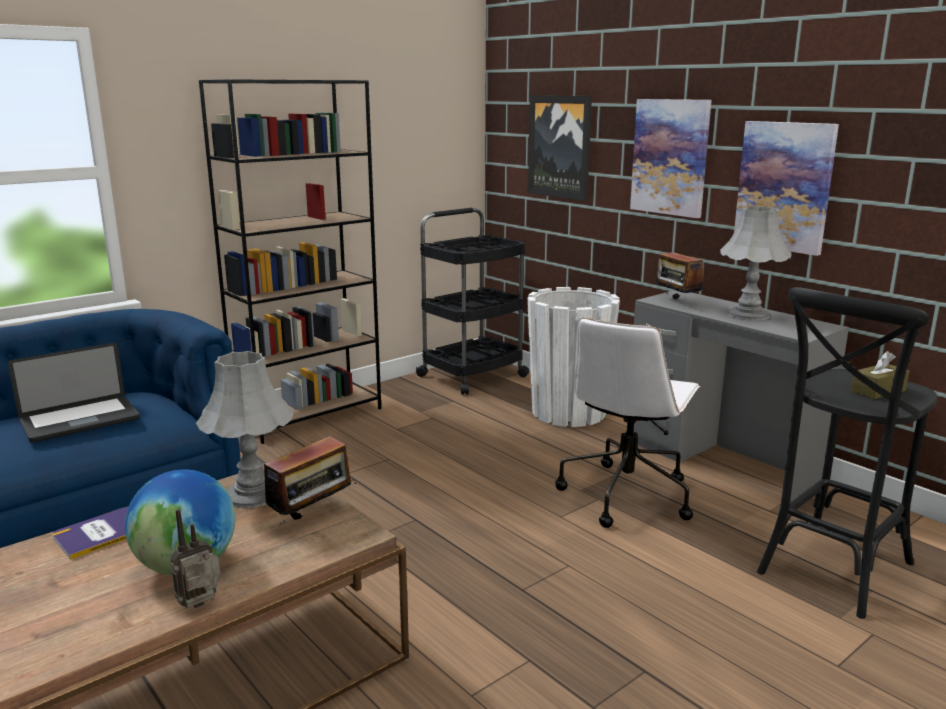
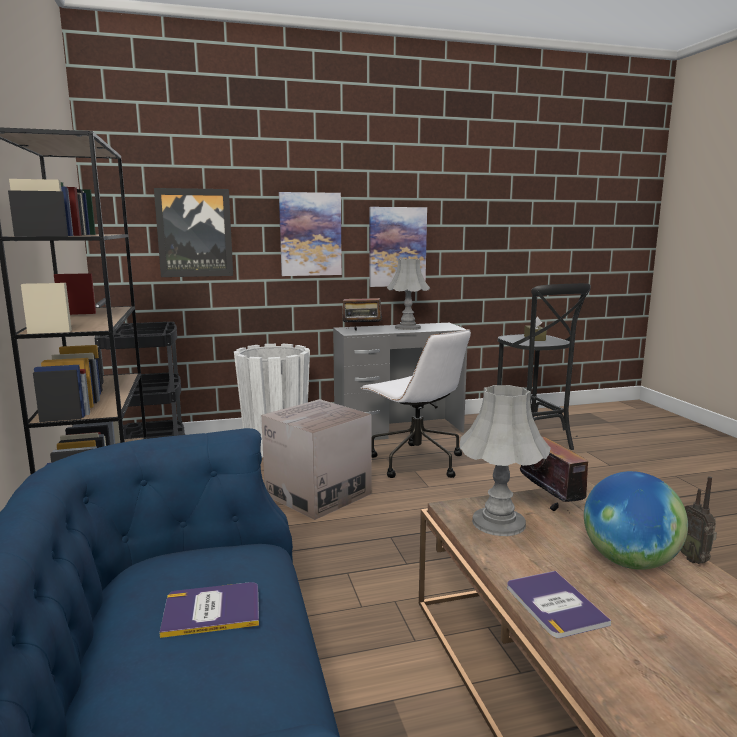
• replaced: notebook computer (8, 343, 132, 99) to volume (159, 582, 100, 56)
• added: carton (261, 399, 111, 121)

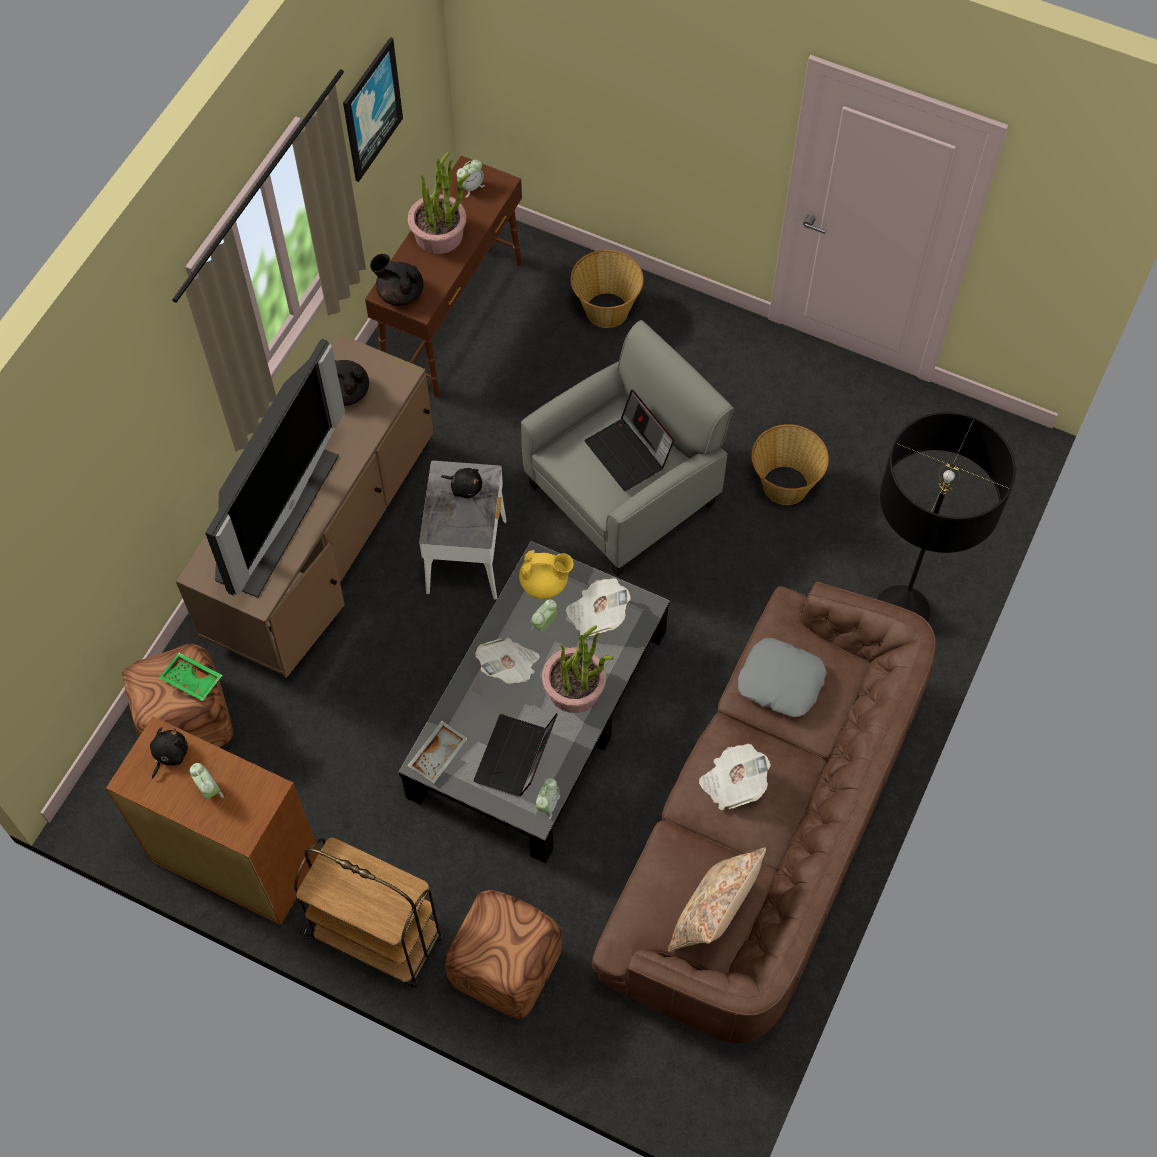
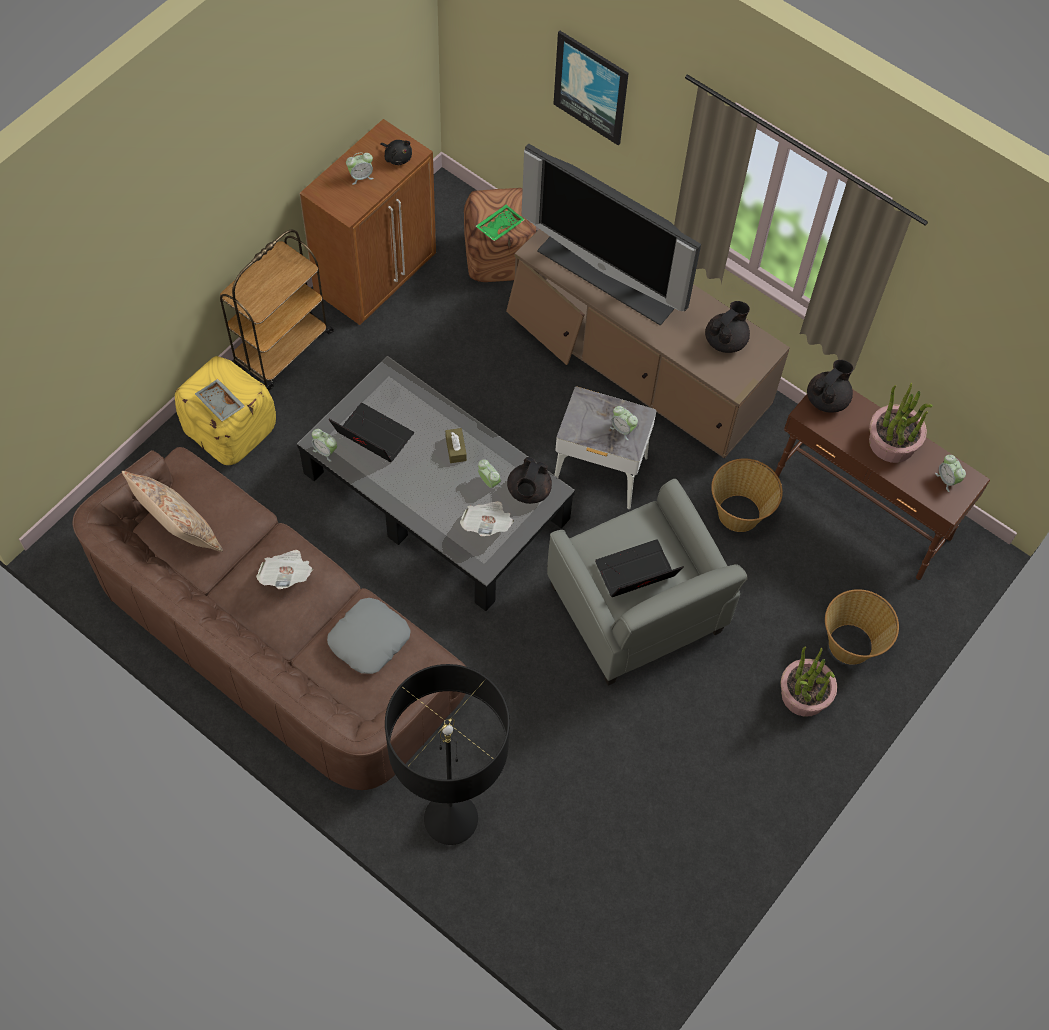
• moved: picture (343, 37, 60, 145) to (553, 31, 76, 114)
• moved: household basket (751, 424, 78, 81) to (711, 458, 72, 74)
• replaced: black cuddly toy (441, 468, 41, 30) to alarm clock (610, 406, 28, 34)
• recoloured: yellowish tea pot (519, 550, 55, 49) to black tea pot (507, 457, 45, 47)
• moved: plant in a pot (542, 625, 72, 88) to (781, 646, 56, 71)
• replaced: printed paper (475, 638, 65, 46) to brown box of tissues (445, 428, 22, 35)
• moved: greyish tray (407, 720, 61, 64) to (195, 379, 50, 43)
• recoloured: brown ottoman (445, 890, 118, 129) to yellowish ottoman (175, 356, 101, 109)

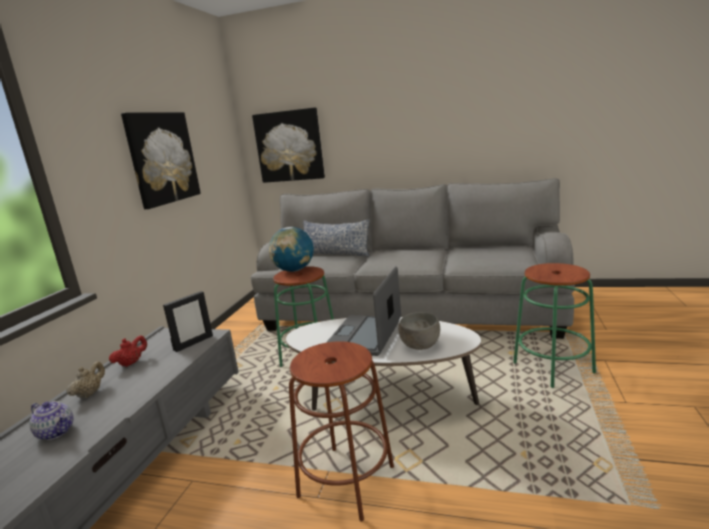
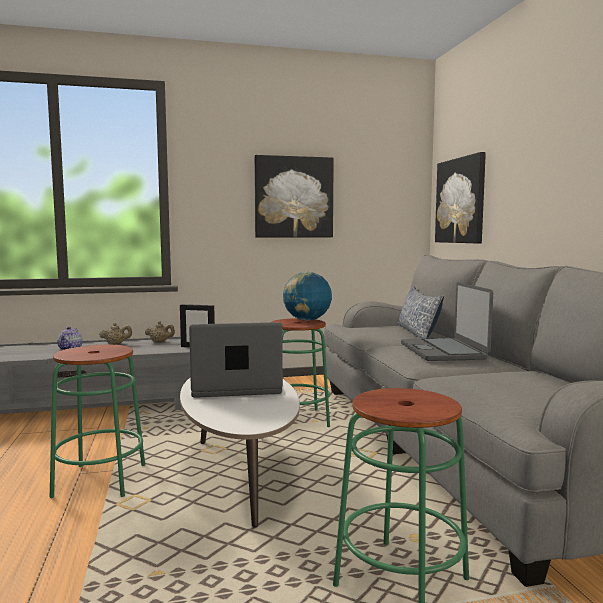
• removed: greyish deep dish (398, 312, 42, 38)
• recoloured: red-coloured tea pot (109, 335, 38, 32) to beige-coloured tea pot (145, 321, 30, 22)
• recoloured: brown stool seat (289, 341, 105, 181) to green stool seat (50, 345, 95, 153)
• added: notebook computer (401, 282, 92, 79)

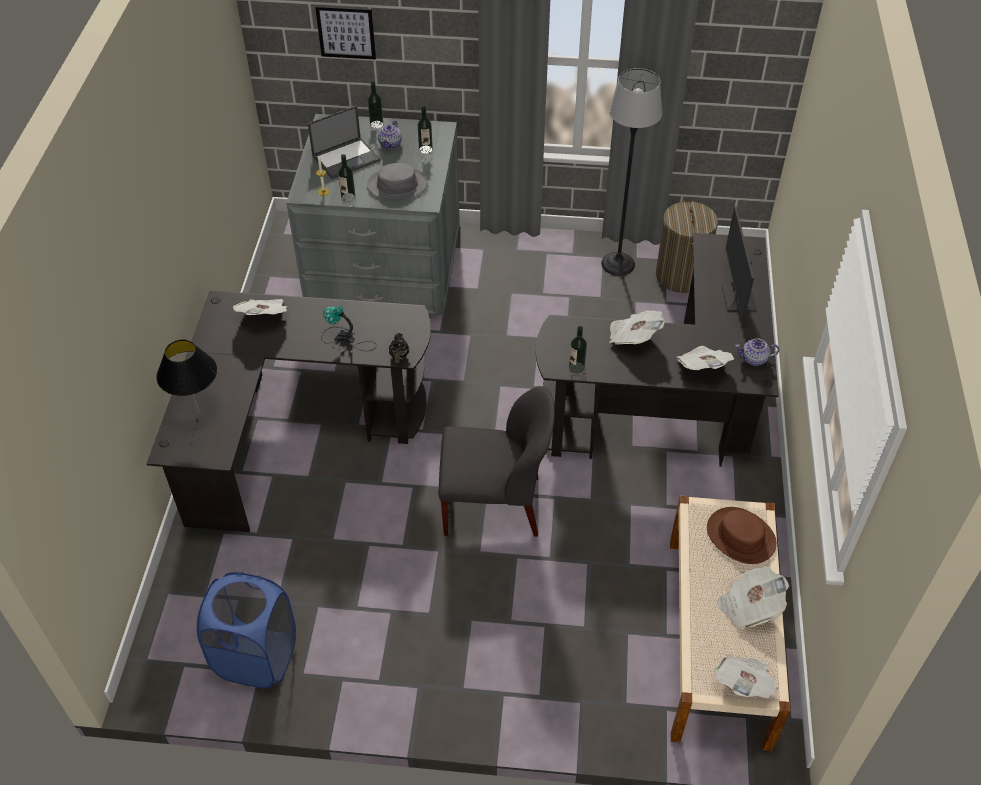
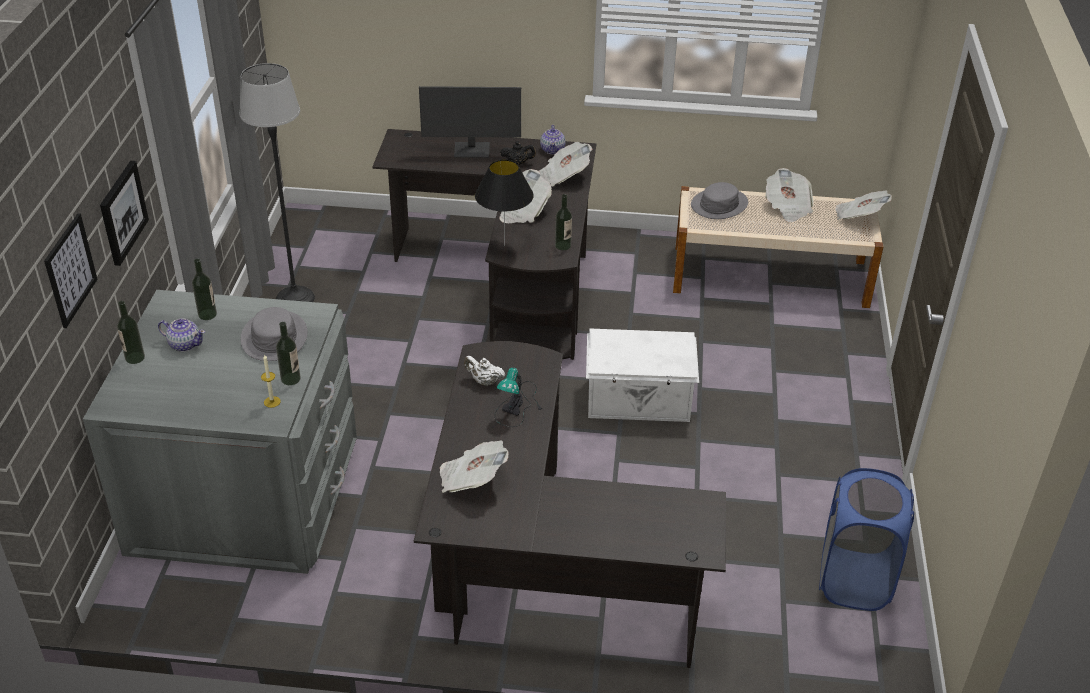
• removed: notebook computer (308, 106, 72, 73)
• removed: washing basket (656, 200, 62, 93)
• moved: black tea pot (389, 333, 20, 30) to (500, 141, 36, 24)
• moved: black lamp for a table (157, 340, 60, 72) to (475, 160, 59, 86)
• replaced: greyish chair (439, 386, 116, 151) to whitish storage box (586, 329, 113, 93)
• recoloured: brown hat (707, 507, 70, 57) to greyish hat (691, 182, 57, 37)
• added: picture (100, 161, 49, 105)
• added: whitish tea pot (464, 356, 41, 30)

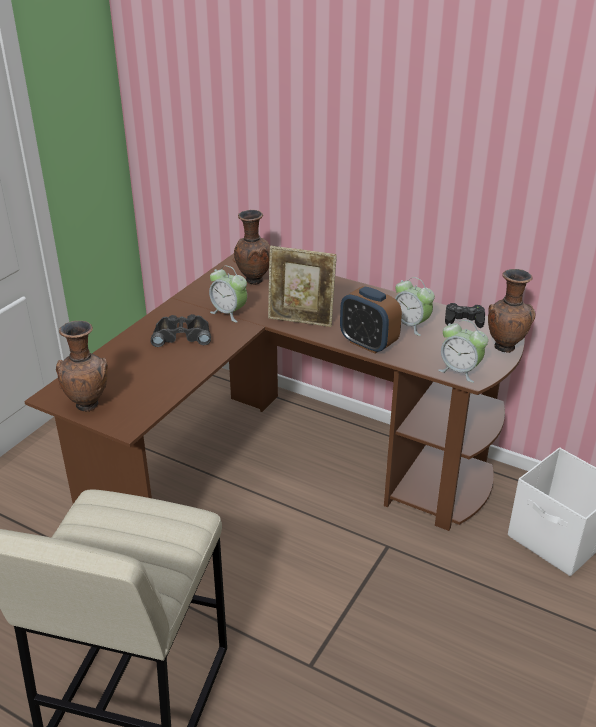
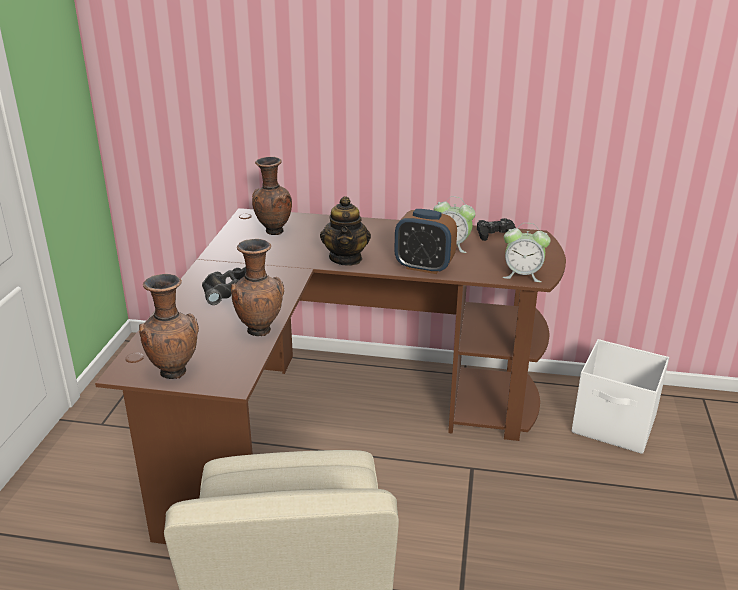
• replaced: standing frame (268, 246, 69, 81) to tea pot (320, 196, 51, 70)
• removed: alarm clock (209, 266, 38, 56)
• moved: brown vase (488, 269, 48, 84) to (231, 239, 53, 97)

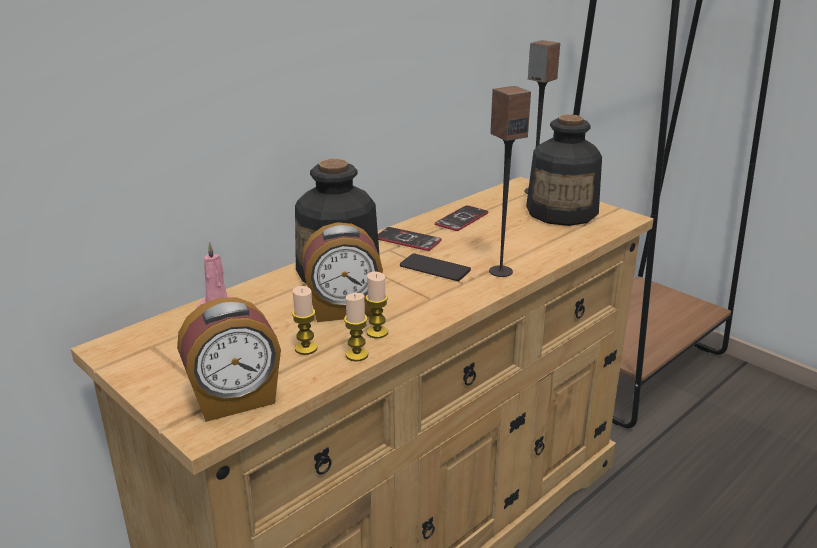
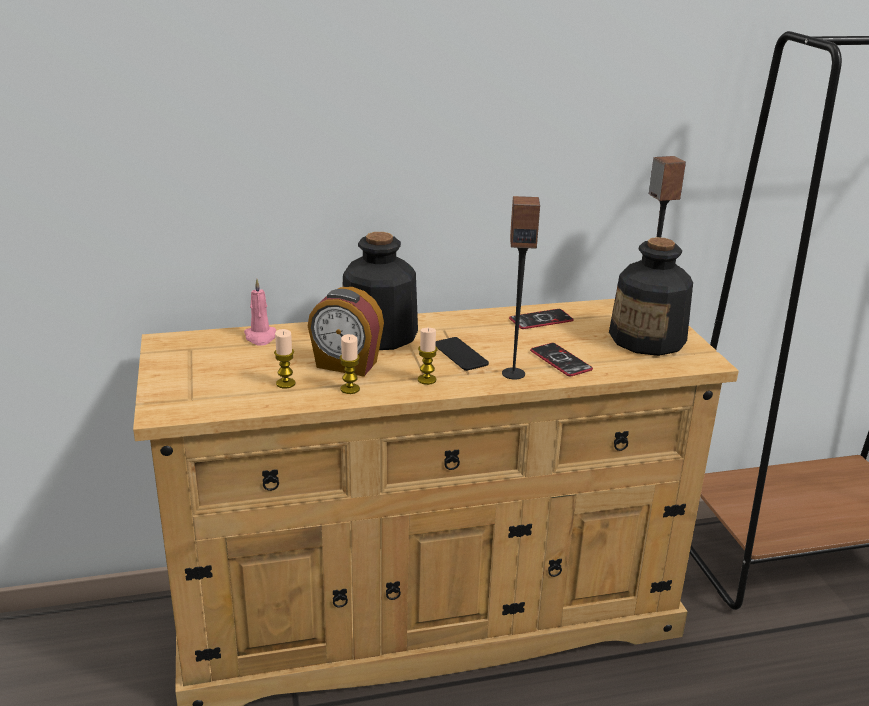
• moved: telephone (378, 227, 64, 24) to (530, 343, 63, 34)
• moved: candle (344, 293, 24, 69) to (418, 328, 20, 57)
• removed: alarm clock (177, 297, 104, 125)

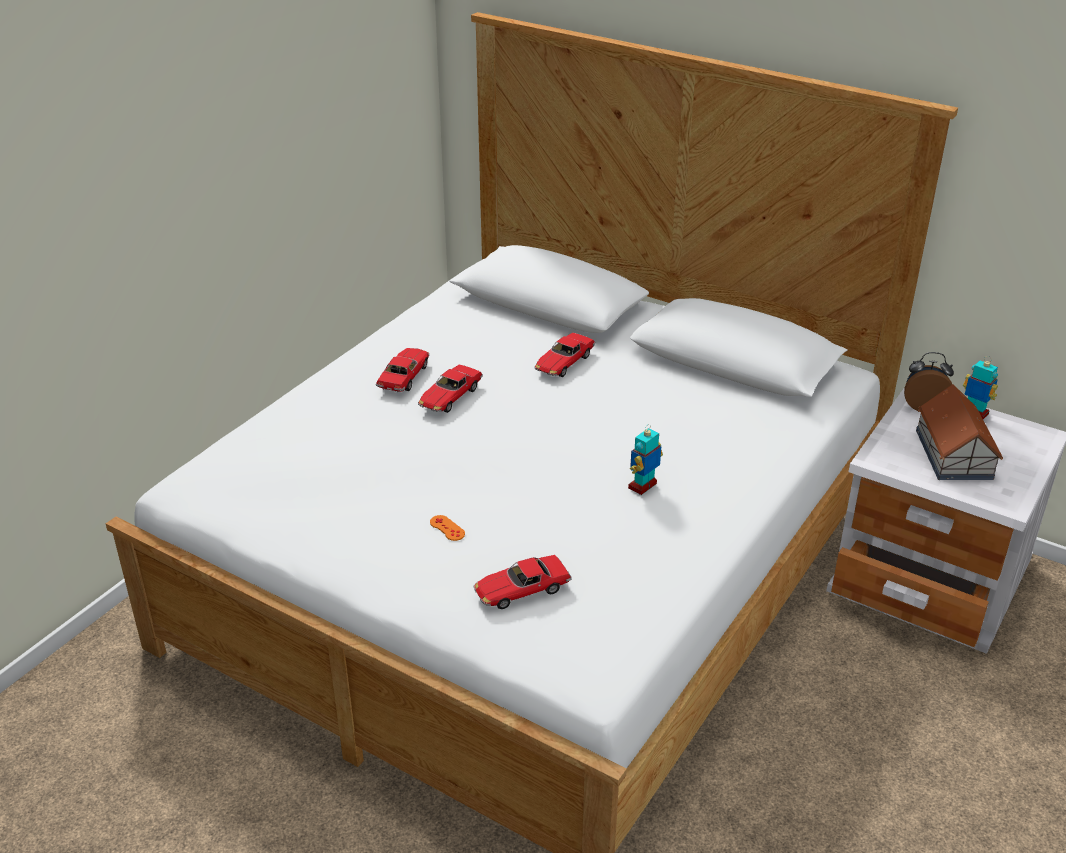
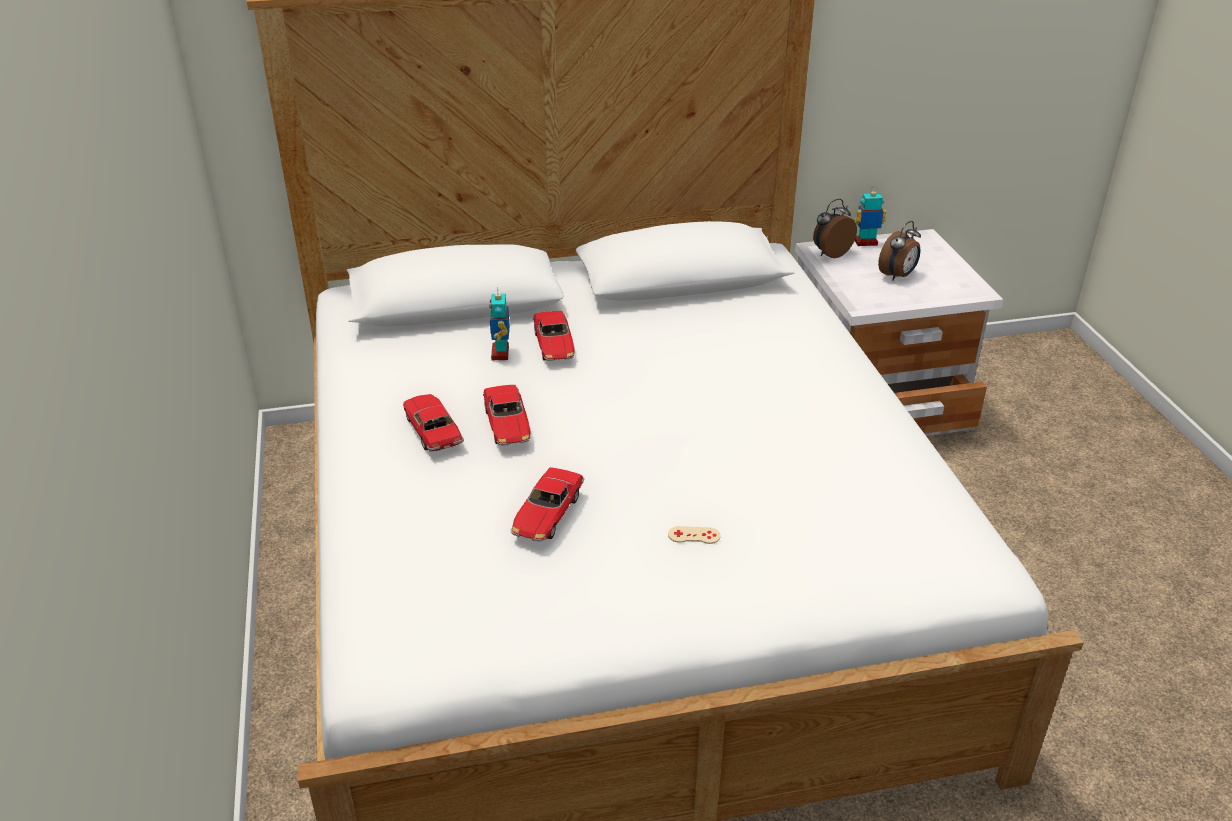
• replaced: toy house (916, 384, 87, 96) to alarm clock (878, 221, 43, 60)
• moved: toy robot (628, 424, 35, 71) to (489, 287, 21, 73)
• recoloured: orangey joypad (430, 515, 35, 26) to beige-coloured joypad (668, 526, 53, 18)
• moved: miniature car (474, 555, 98, 54) to (511, 467, 73, 74)

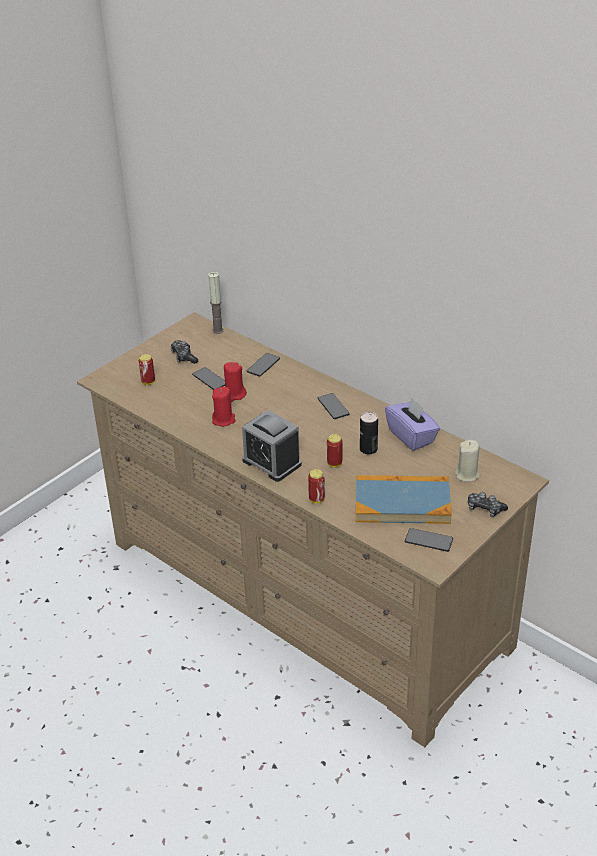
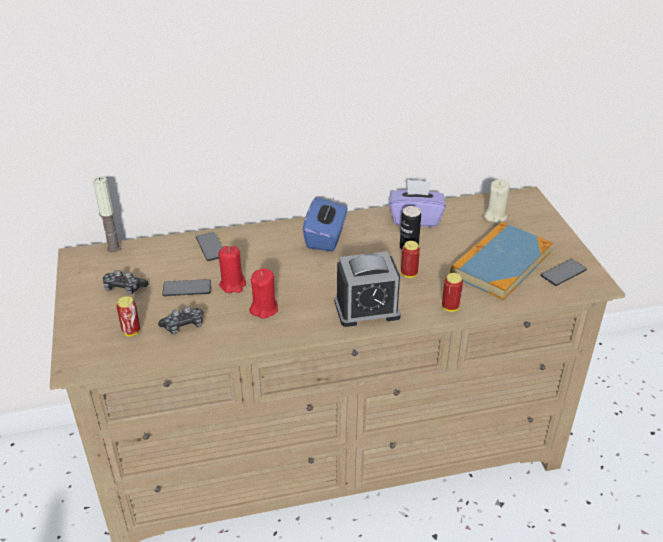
• replaced: telephone (318, 393, 32, 26) to bluish box of tissues (303, 197, 44, 54)
• moved: joypad (468, 492, 40, 25) to (158, 306, 46, 29)

